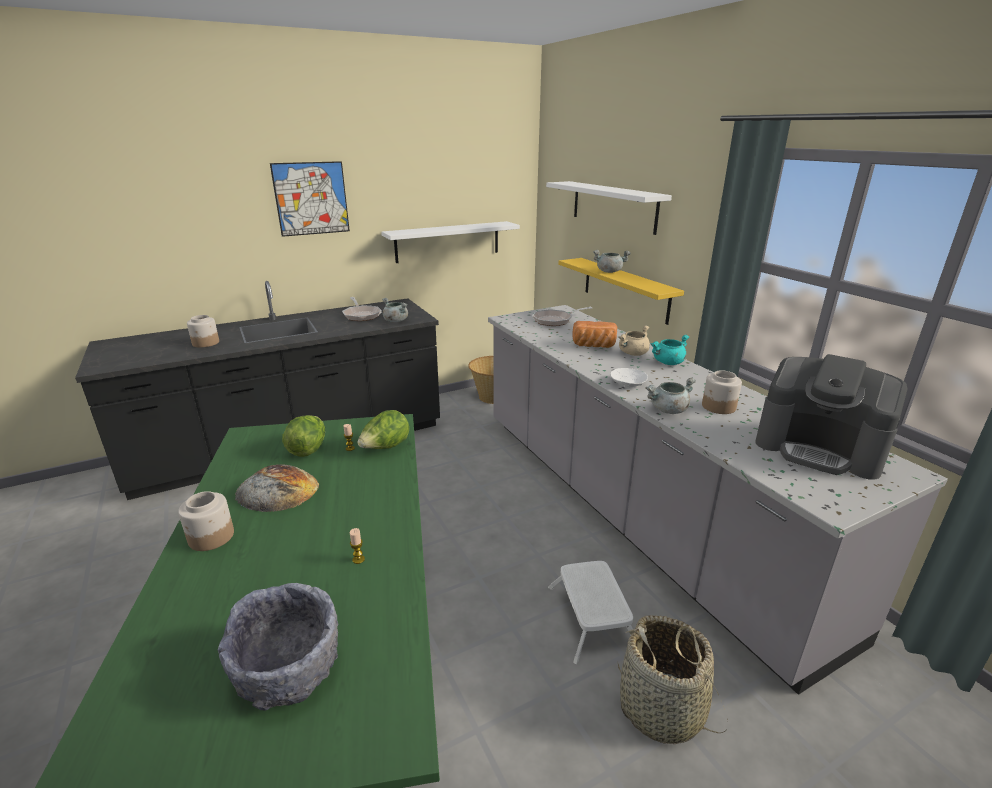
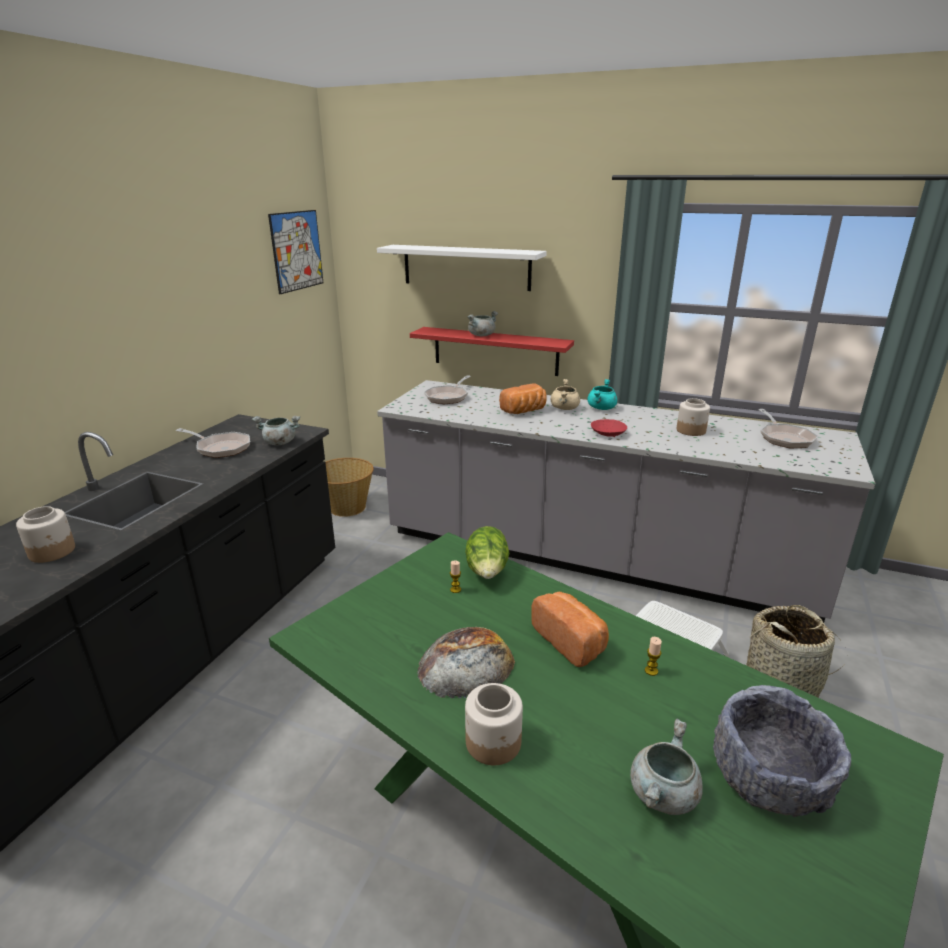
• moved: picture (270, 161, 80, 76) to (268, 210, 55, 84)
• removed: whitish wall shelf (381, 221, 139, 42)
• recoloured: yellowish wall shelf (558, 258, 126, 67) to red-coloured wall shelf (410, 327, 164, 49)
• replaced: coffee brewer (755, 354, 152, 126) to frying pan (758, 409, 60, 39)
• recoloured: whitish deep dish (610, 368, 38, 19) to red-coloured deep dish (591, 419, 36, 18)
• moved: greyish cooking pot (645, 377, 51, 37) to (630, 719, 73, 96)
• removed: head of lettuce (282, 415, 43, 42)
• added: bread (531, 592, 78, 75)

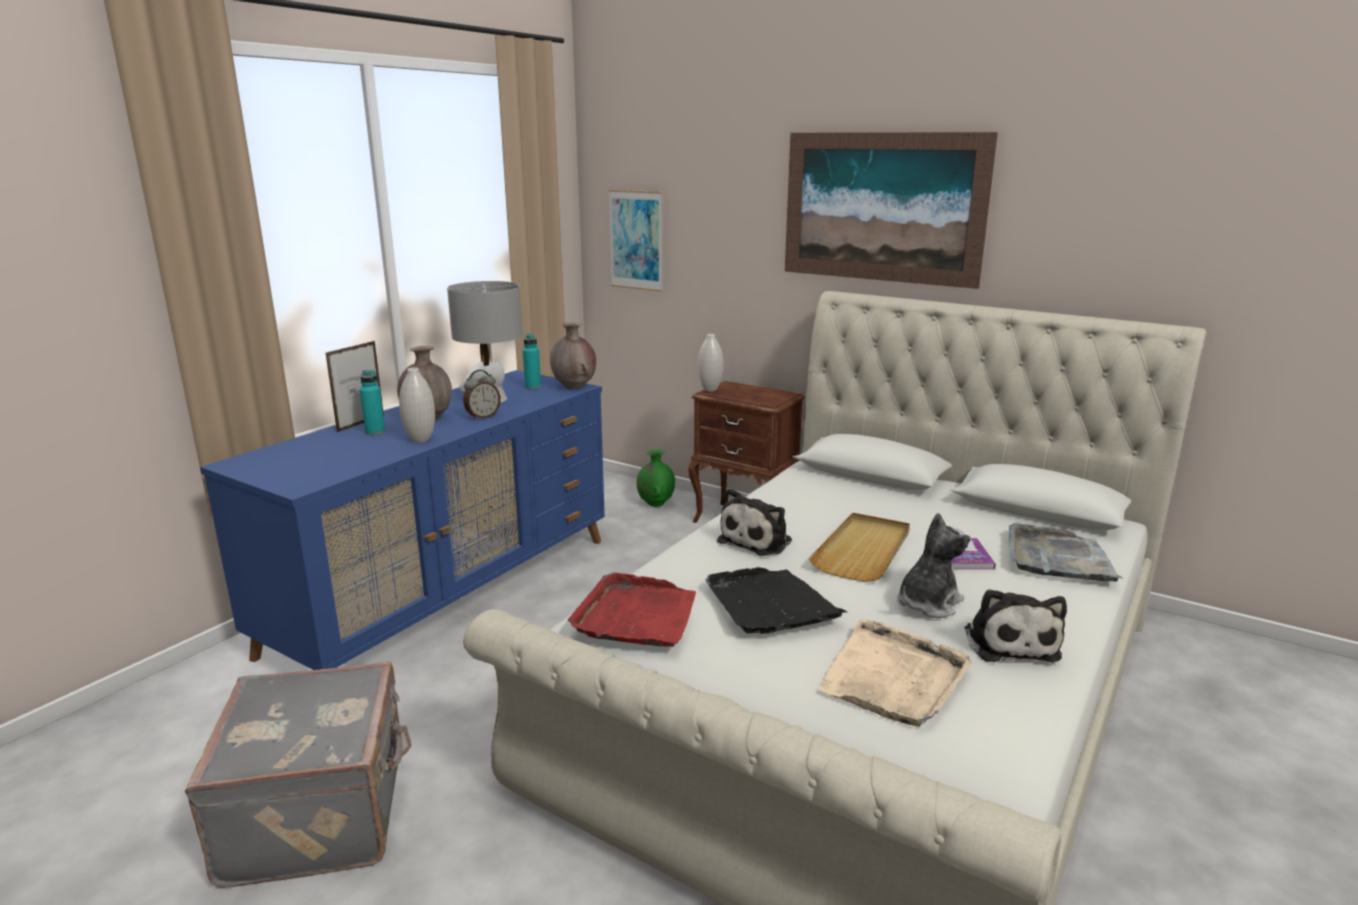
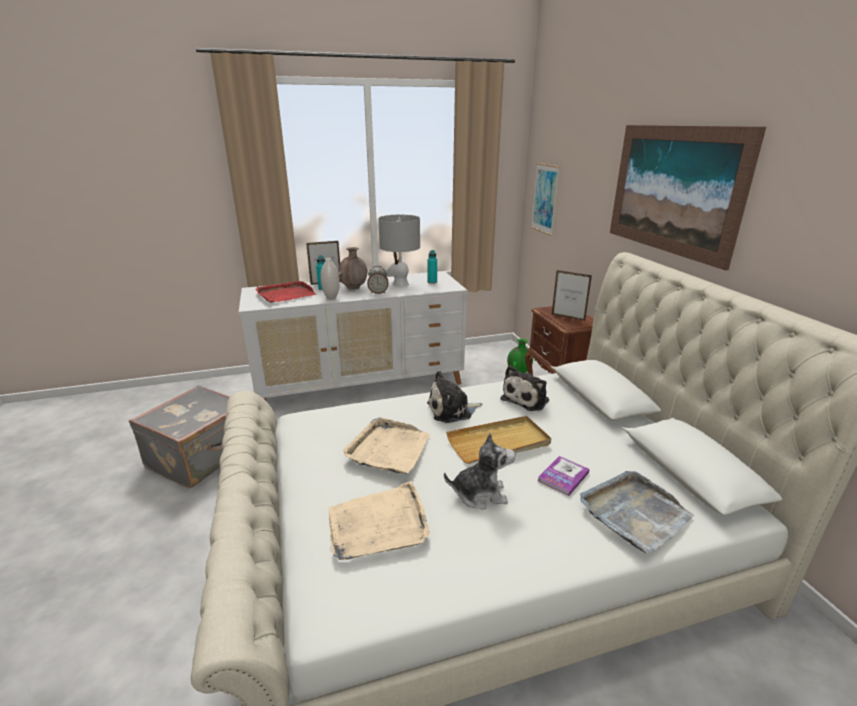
• removed: brown vase (550, 322, 46, 68)
• removed: whitish vase (698, 334, 26, 58)
• recoloured: bluish drawer chest (200, 370, 405, 300) to whitish drawer chest (239, 271, 229, 129)
• recoloured: black tray (706, 567, 141, 67) to beige-coloured tray (343, 418, 87, 56)
• moved: red-coloured tray (568, 573, 128, 74) to (256, 281, 60, 22)
• moved: cuddly toy (965, 589, 102, 74) to (501, 365, 48, 46)
• added: standing frame (552, 270, 40, 51)

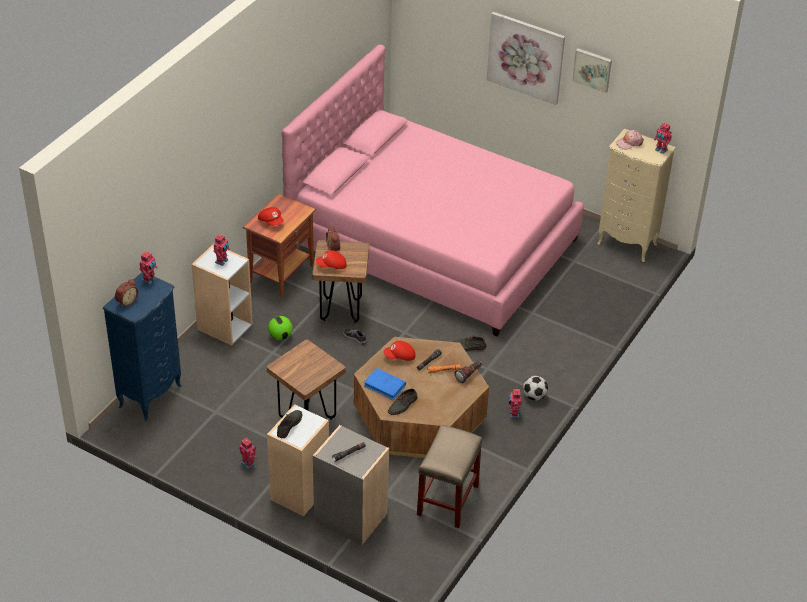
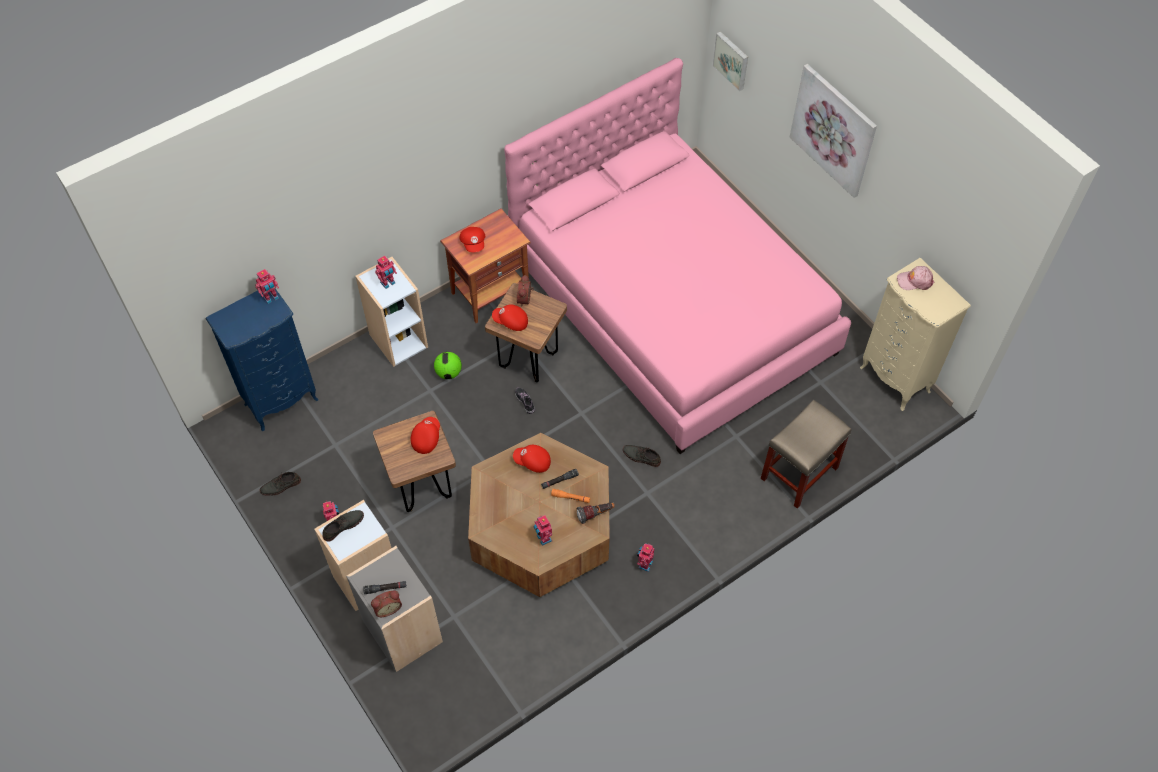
• moved: picture (572, 48, 40, 45) to (713, 31, 35, 60)
• moved: toy robot (654, 123, 18, 31) to (534, 515, 18, 31)
• moved: alarm clock (115, 279, 23, 28) to (371, 590, 31, 27)
• removed: bluish volume (364, 368, 42, 32)
• removed: ball for football (523, 376, 25, 25)
• moved: greyish shoe (388, 389, 30, 26) to (260, 472, 41, 24)
• moved: beige-coloured stool seat (417, 425, 66, 103) to (761, 400, 90, 109)
• added: red-coloured baseball cap (411, 417, 29, 37)

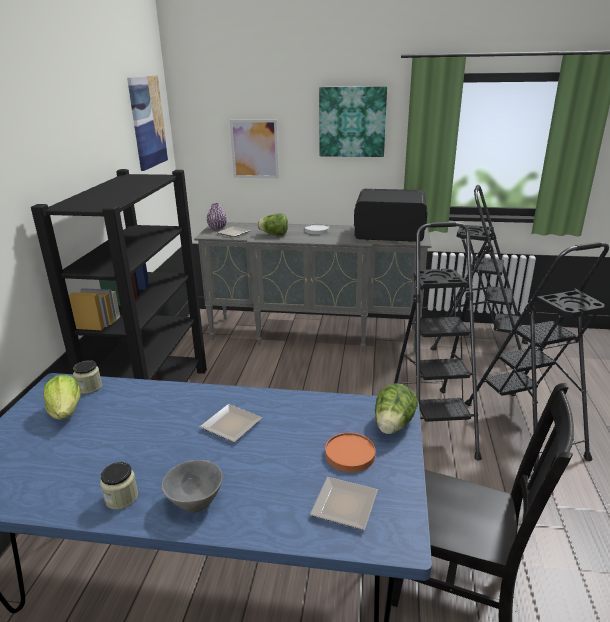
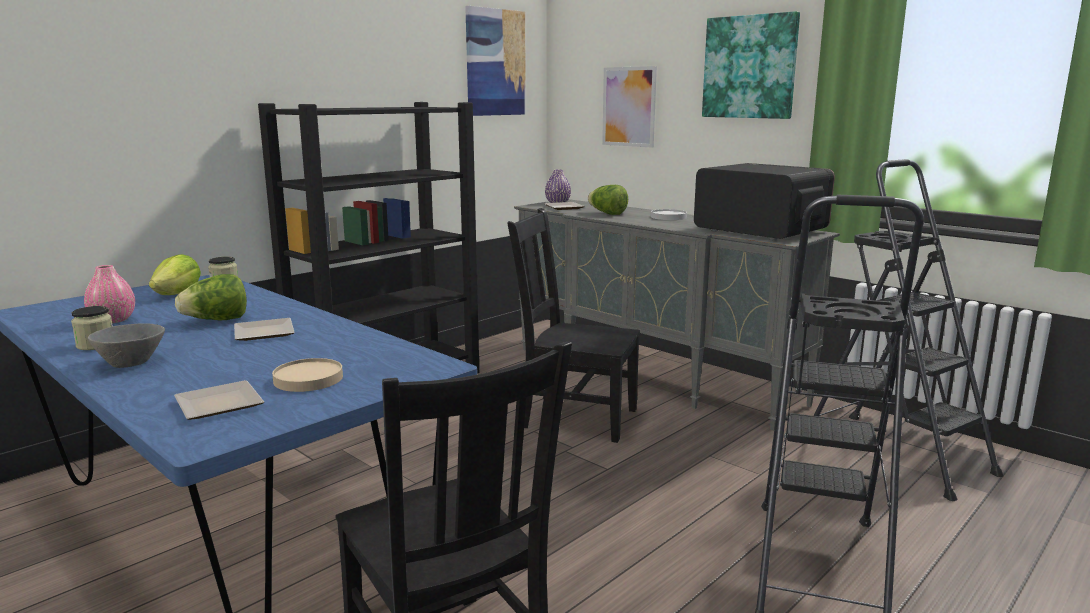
• removed: step ladder (394, 222, 88, 238)
• moved: head of lettuce (375, 383, 43, 51) to (175, 274, 72, 46)
• recoloured: orangey flat dish (325, 433, 50, 39) to beige-coloured flat dish (272, 358, 71, 34)
• added: black chair (507, 208, 133, 235)
• added: pink-coloured vase (84, 265, 51, 58)

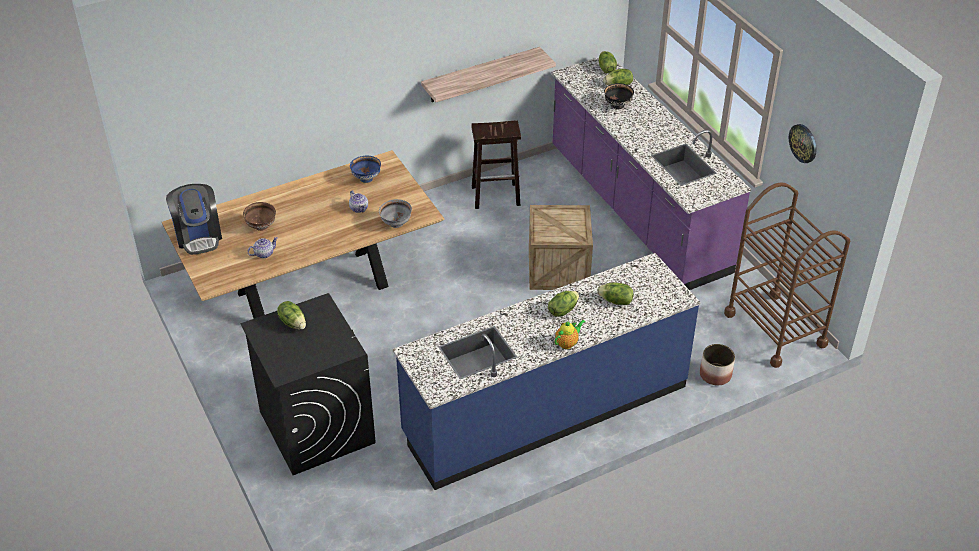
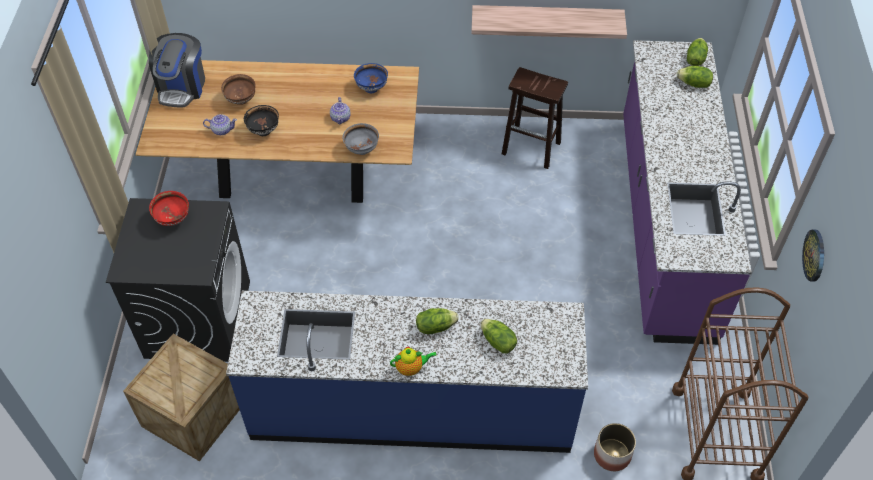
• moved: black deep dish (604, 83, 30, 26) to (244, 105, 35, 31)
• moved: packing crate (529, 205, 64, 85) to (123, 334, 117, 127)
• replaced: head of lettuce (277, 301, 29, 28) to red-coloured deep dish (149, 191, 40, 35)

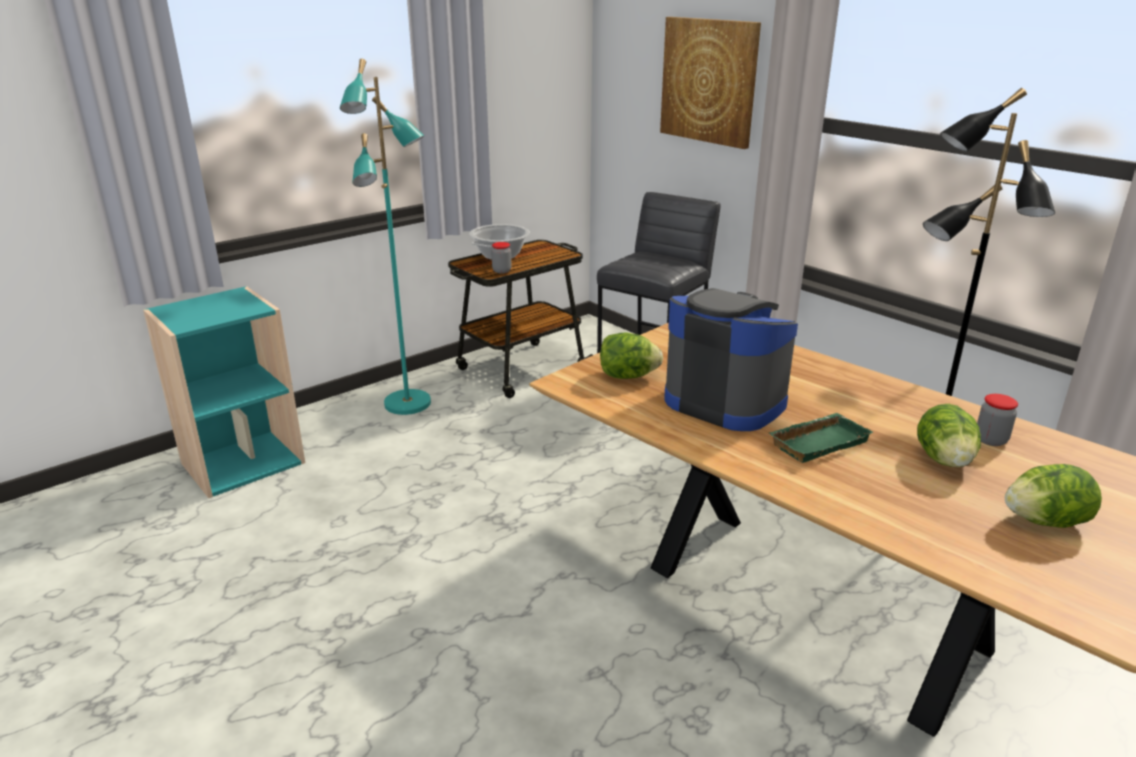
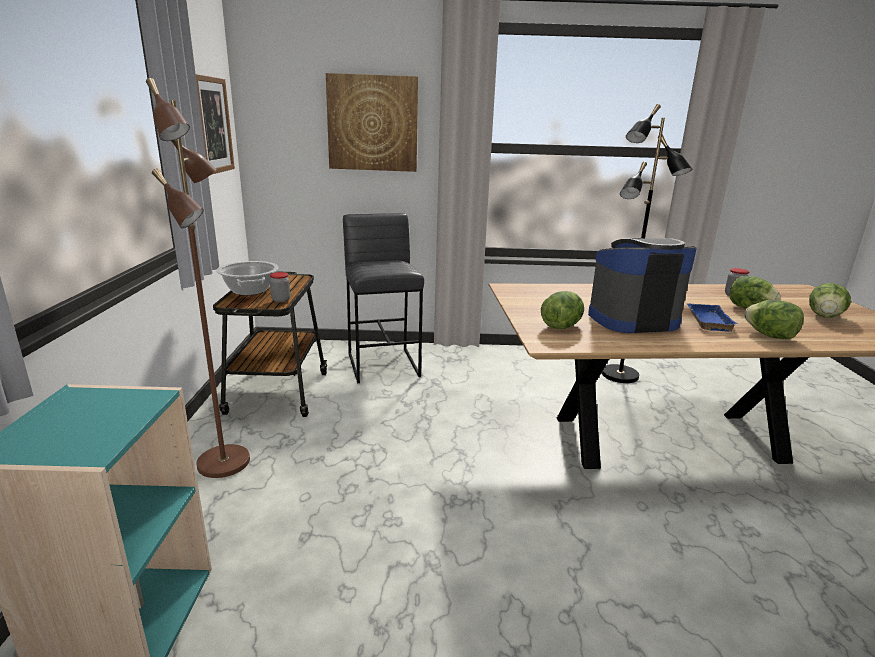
• recoloured: blue-green standard lamp (340, 59, 91, 356) to brown standard lamp (146, 78, 104, 400)
• recoloured: green tray (768, 413, 105, 50) to bluish tray (687, 304, 51, 28)
• added: picture (196, 74, 39, 101)
• added: head of lettuce (744, 300, 60, 39)

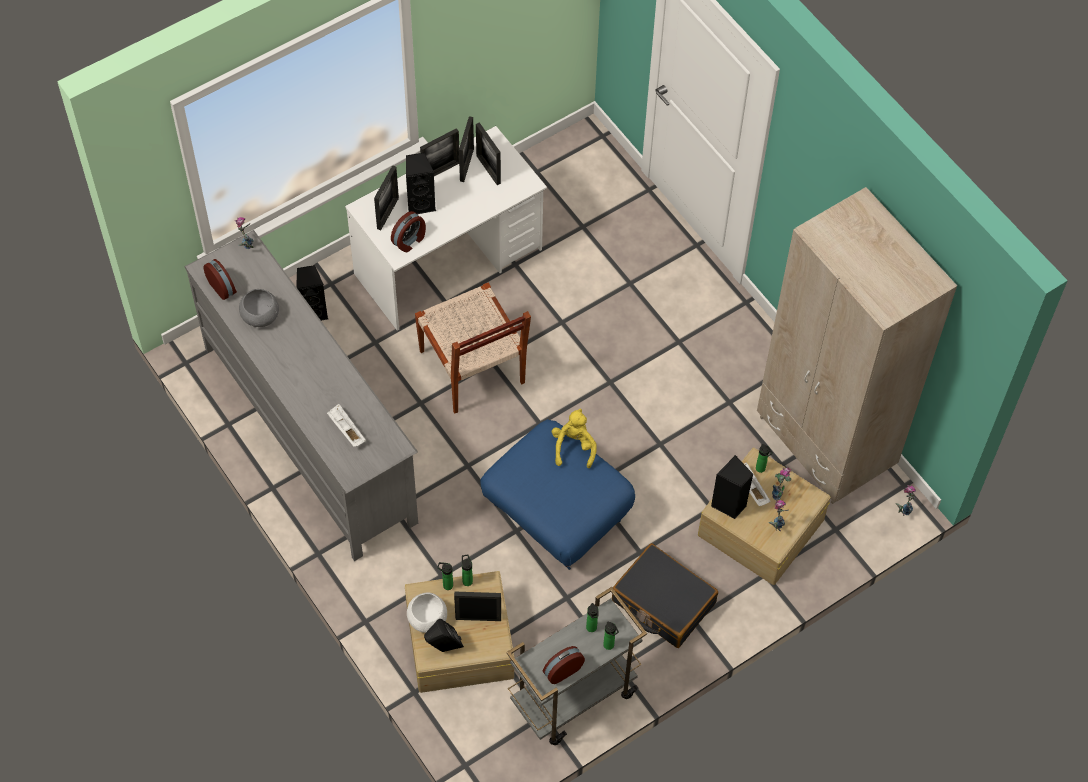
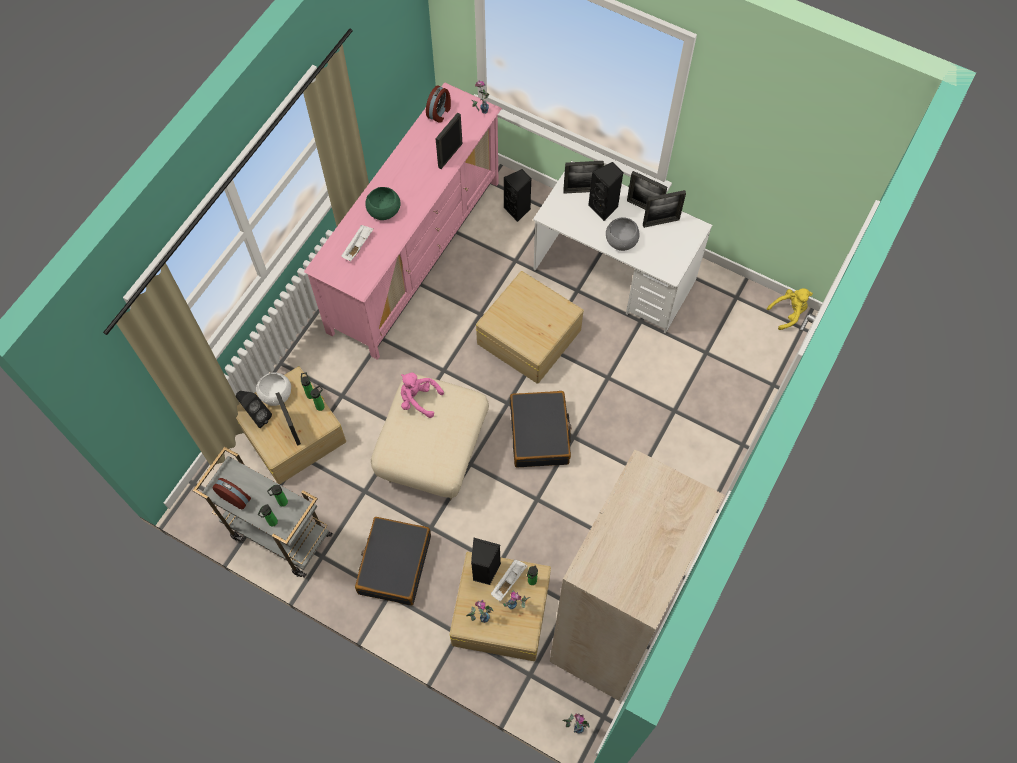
• moved: standing frame (476, 122, 25, 63) to (435, 112, 27, 57)
• removed: alarm clock (391, 211, 35, 41)
• recoloured: greyish drawer chest (184, 230, 234, 331) to pink-coloured drawer chest (304, 83, 198, 277)
• replaced: chair (415, 283, 116, 130) to beige-coloured storage box (476, 271, 108, 113)
• moved: greyish deep dish (239, 289, 40, 38) to (606, 217, 34, 34)
• moved: yellowish cuddly toy (552, 408, 45, 60) to (767, 288, 46, 42)
• recoloured: bluish ottoman (480, 419, 155, 151) to beige-coloured ottoman (371, 374, 118, 127)
• added: green deep dish (365, 187, 36, 33)
• added: pink-coloured cuddly toy (401, 372, 43, 46)
• added: black piece of luggage (510, 391, 62, 77)

